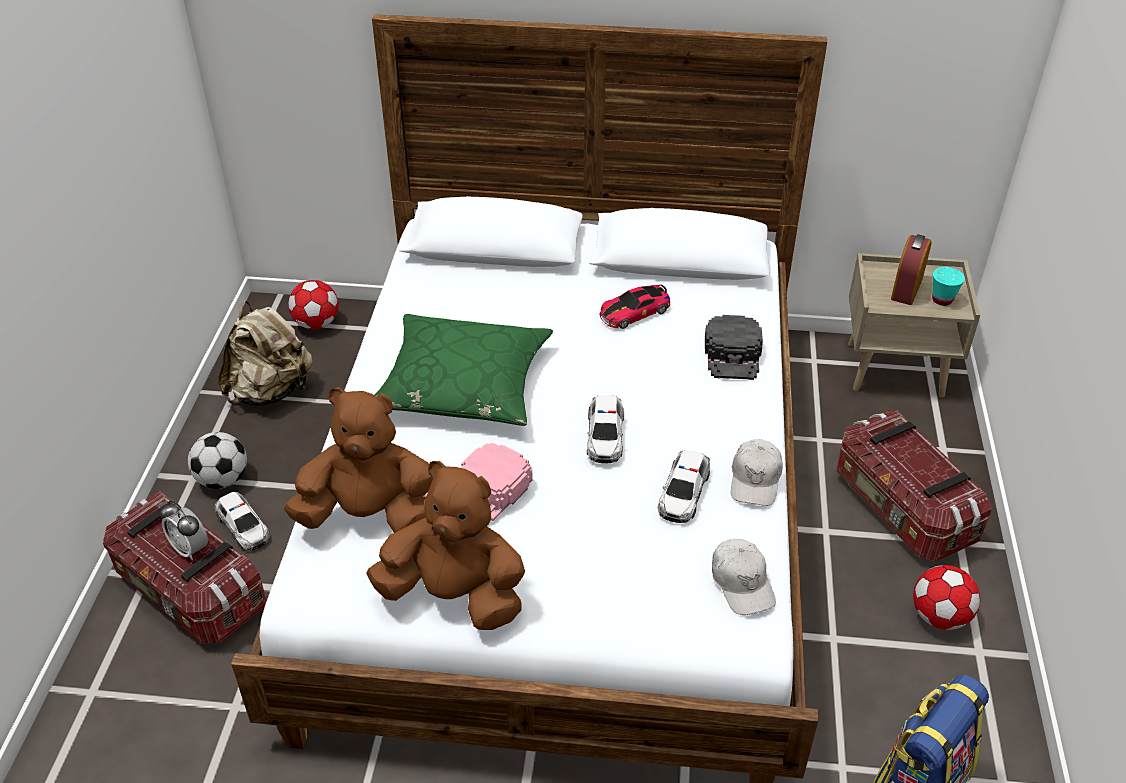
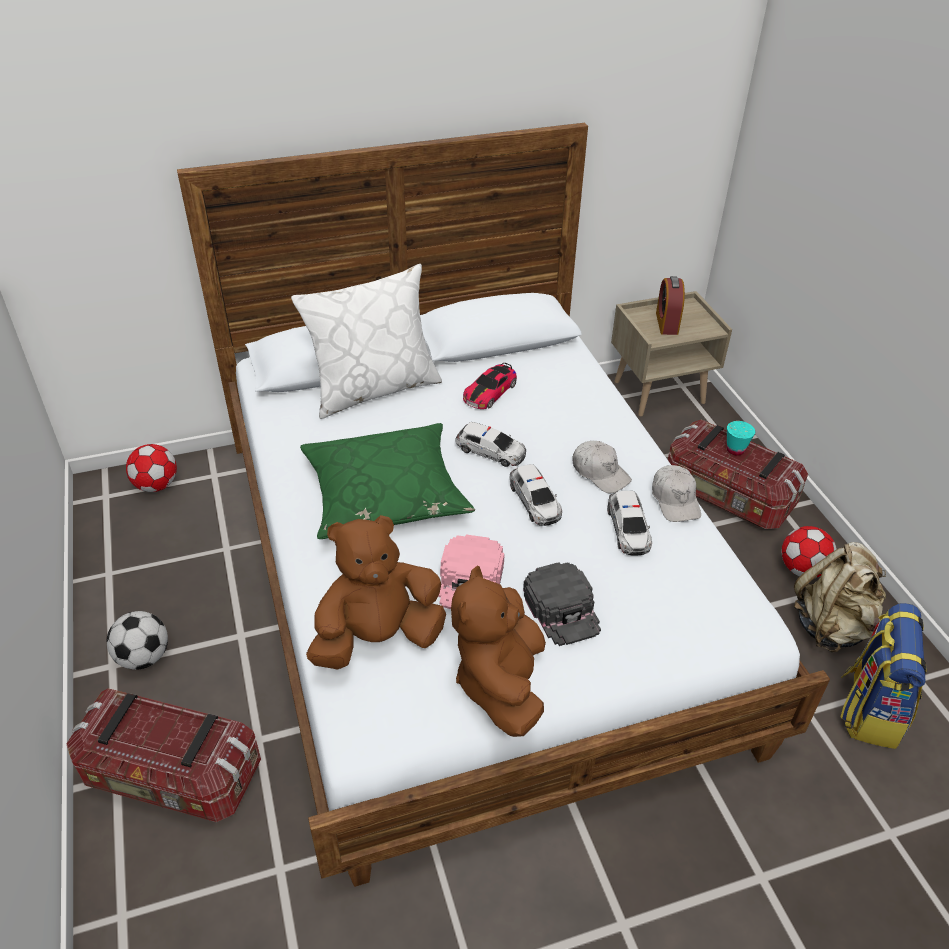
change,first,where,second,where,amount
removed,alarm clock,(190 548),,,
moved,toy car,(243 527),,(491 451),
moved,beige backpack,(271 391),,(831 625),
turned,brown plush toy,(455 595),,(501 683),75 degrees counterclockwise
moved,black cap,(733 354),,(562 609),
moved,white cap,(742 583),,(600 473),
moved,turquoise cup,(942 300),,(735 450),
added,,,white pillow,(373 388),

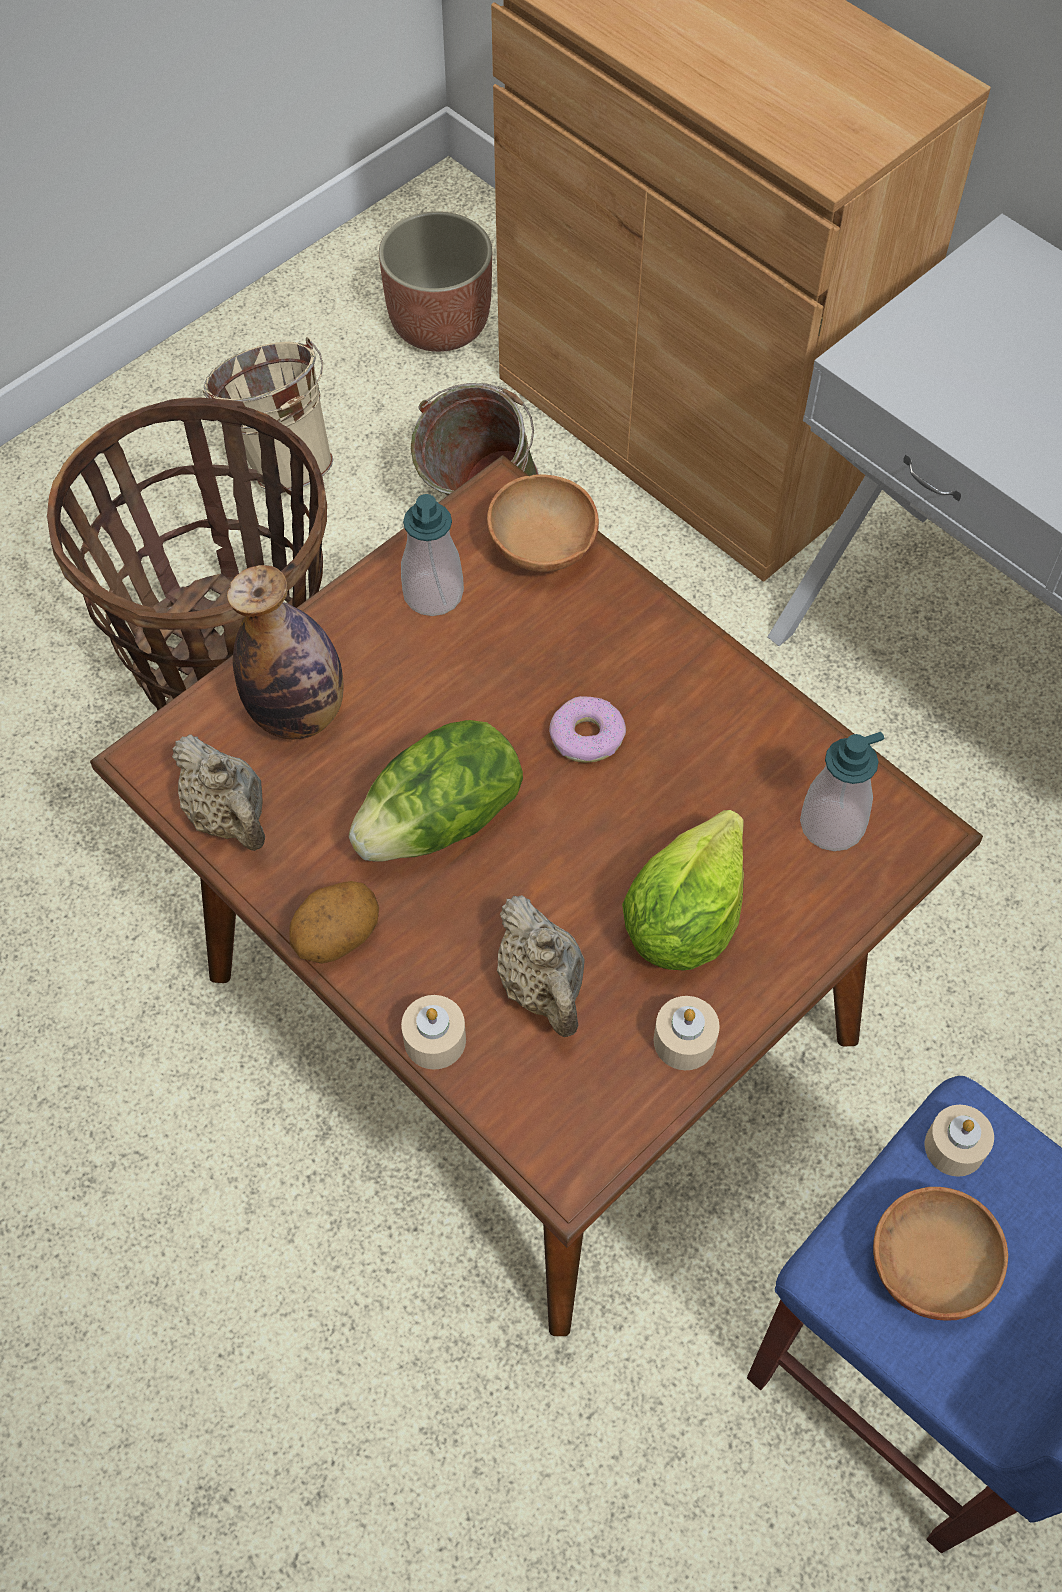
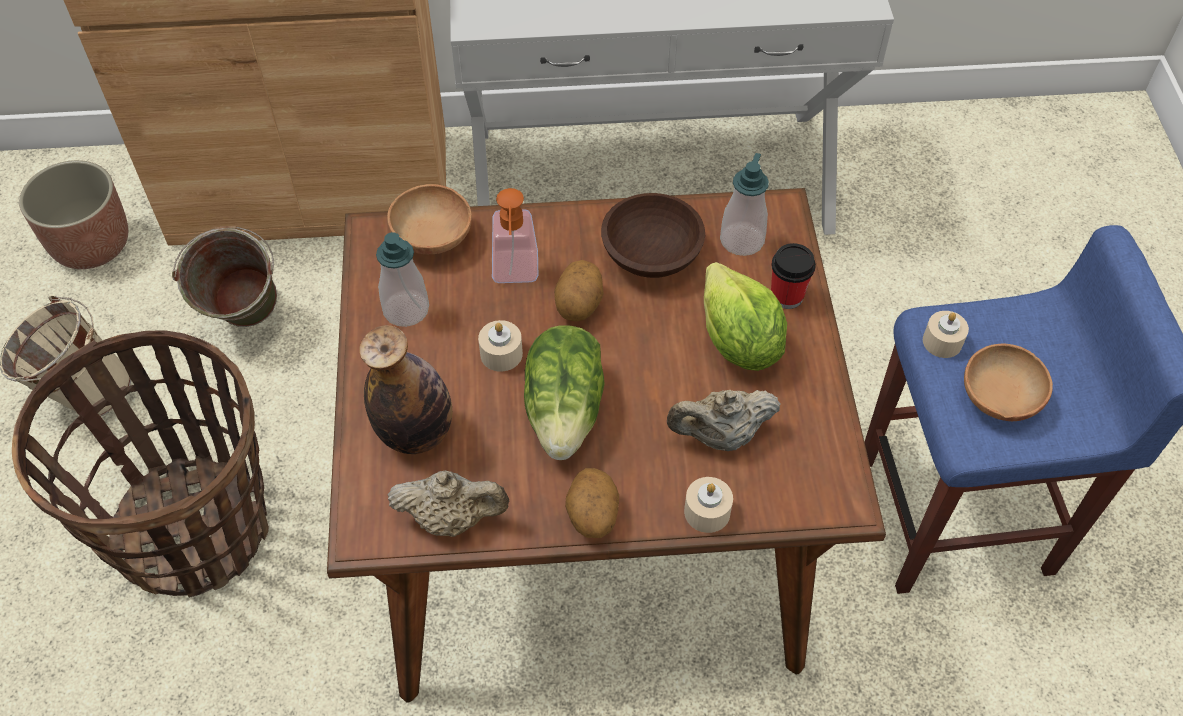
change,first,where,second,where,amount
turned,beige teapot,(543 986),,(720 436),150 degrees clockwise
replaced,donut,(586 736),potato,(579 305),
moved,beige candle,(684 1041),,(501 354),
added,,,soap dispenser,(515 275),
added,,,brown bowl,(653 255),
added,,,cup,(787 296),

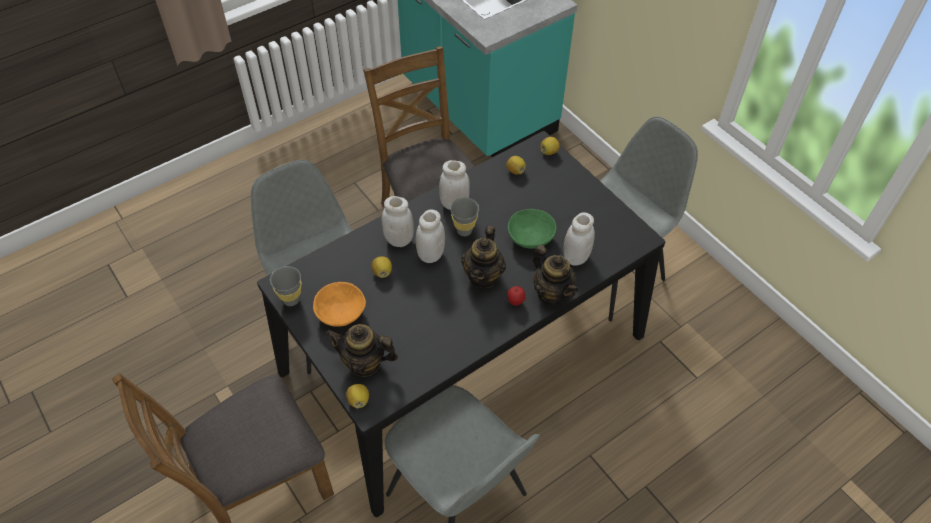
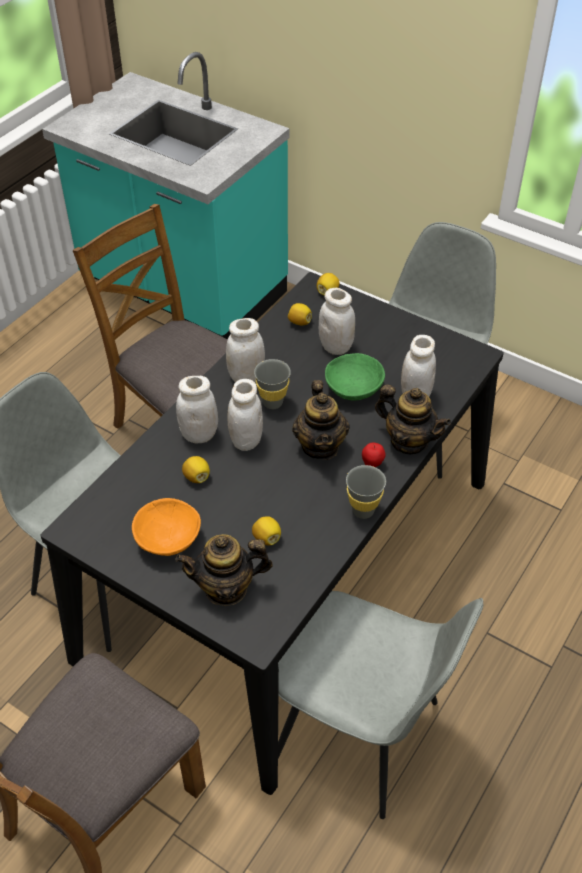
change,first,where,second,where,amount
moved,grey cup,(291 299),,(363 510),
moved,lemon,(358 400),,(267 538),
added,,,white jar,(336 347),

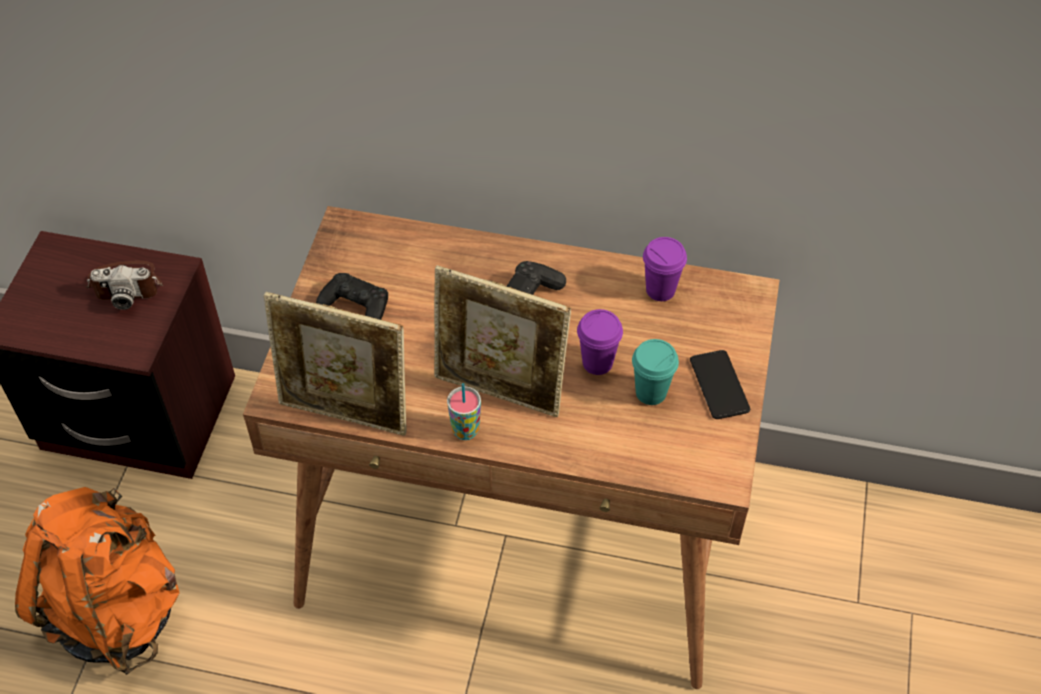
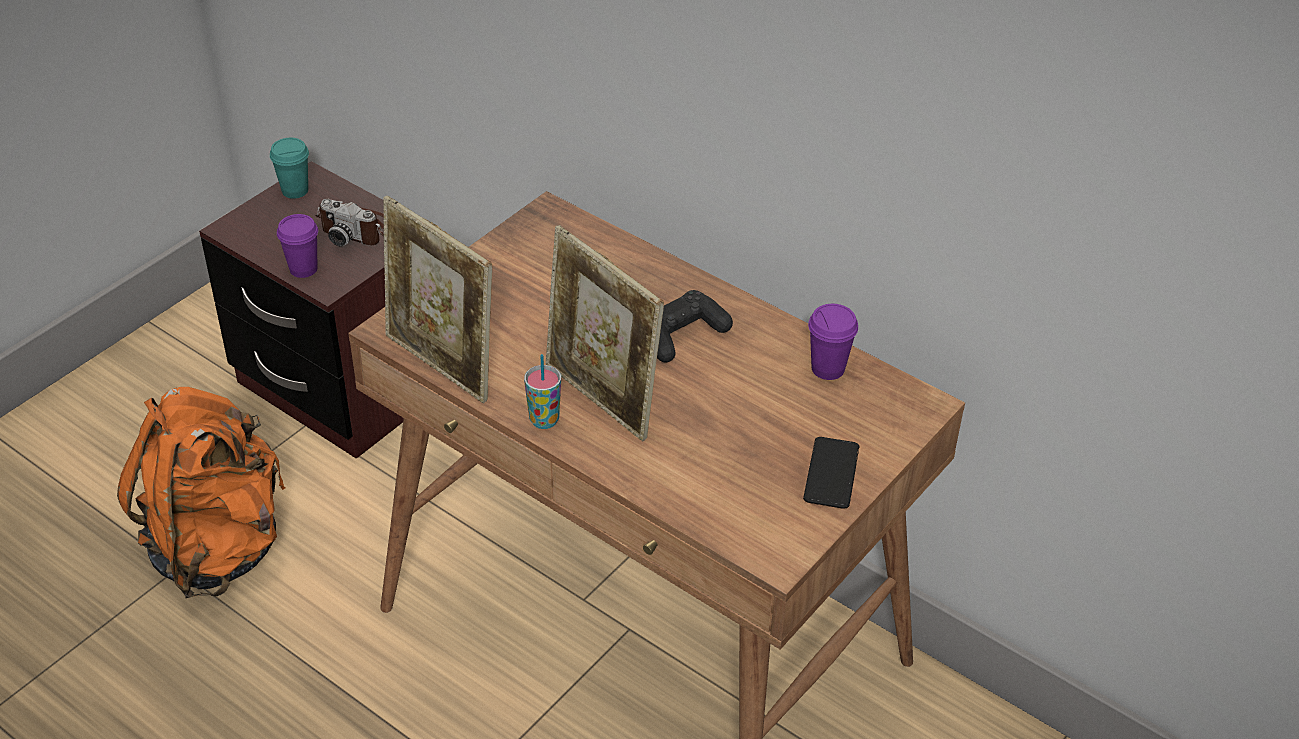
change,first,where,second,where,amount
removed,black game controller,(356 305),,,
moved,purple cup,(597 363),,(303 269),
moved,turquoise cup,(651 392),,(295 191),

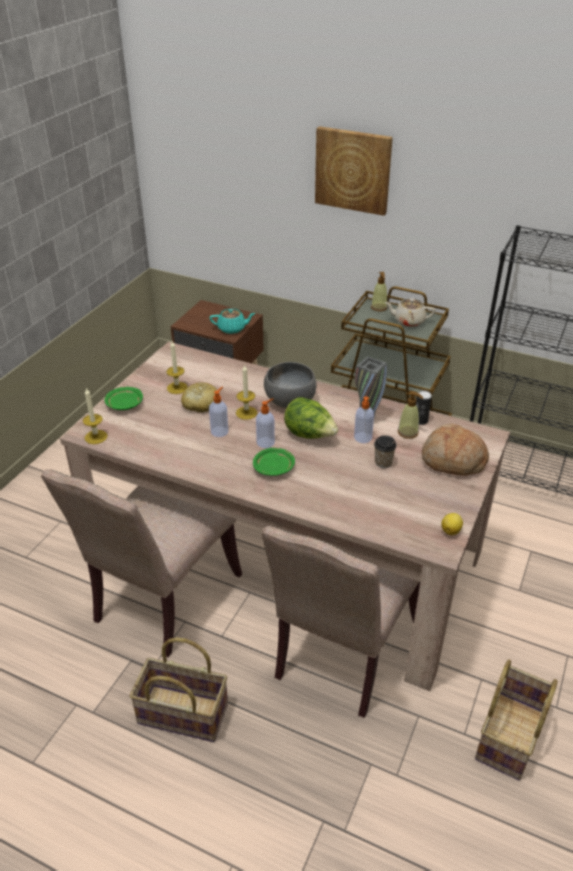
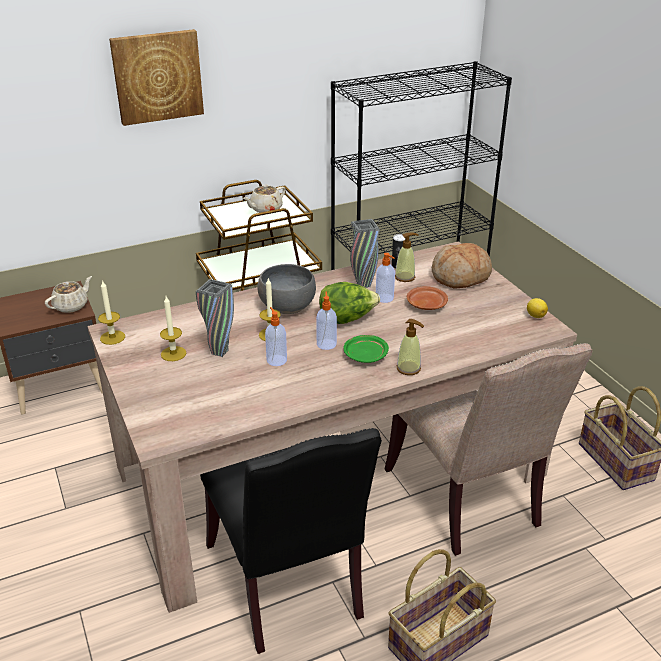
change,first,where,second,where,amount
recoloured,beige chair,(162 600),black chair,(289 584),
moved,candle,(96 437),,(112 337),
removed,green plate,(124 404),,,
replaced,bread,(200 404),grey vase,(220 352),
recoloured,turquoise teapot,(232 329),beige teapot,(71 306),
moved,soap dispenser,(379 307),,(408 368),
replaced,cup,(383 462),brown plate,(426 304),

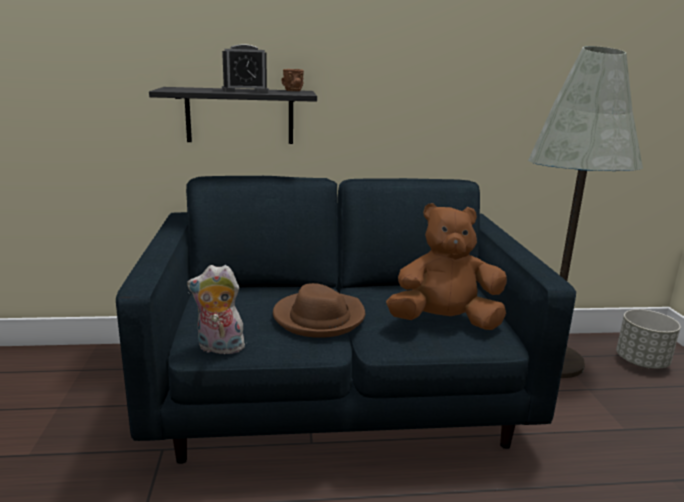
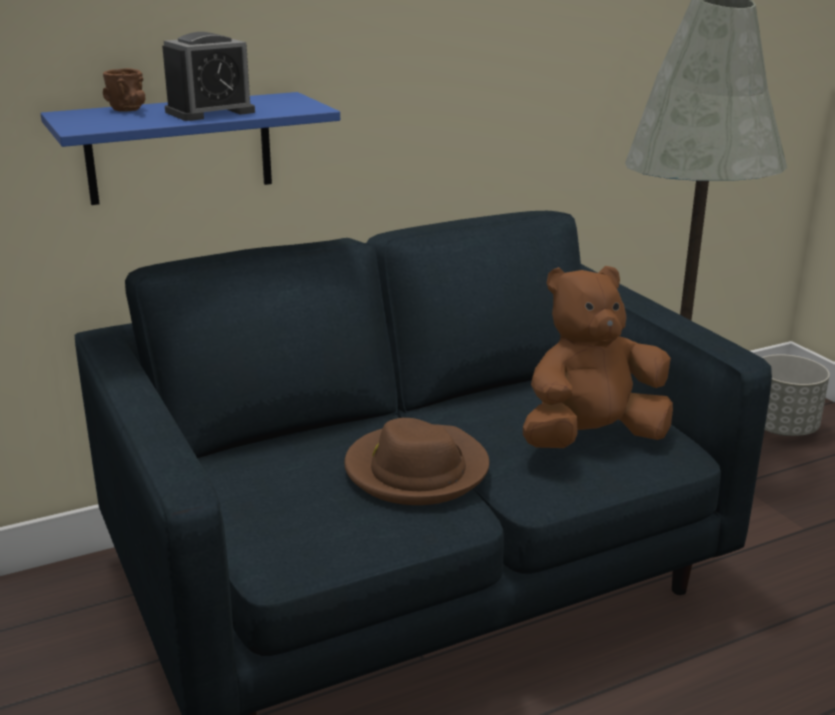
change,first,where,second,where,amount
recoloured,black shelf,(240 116),blue shelf,(180 148),
removed,plush toy,(219 348),,,
moved,brown mug,(295 91),,(133 110),

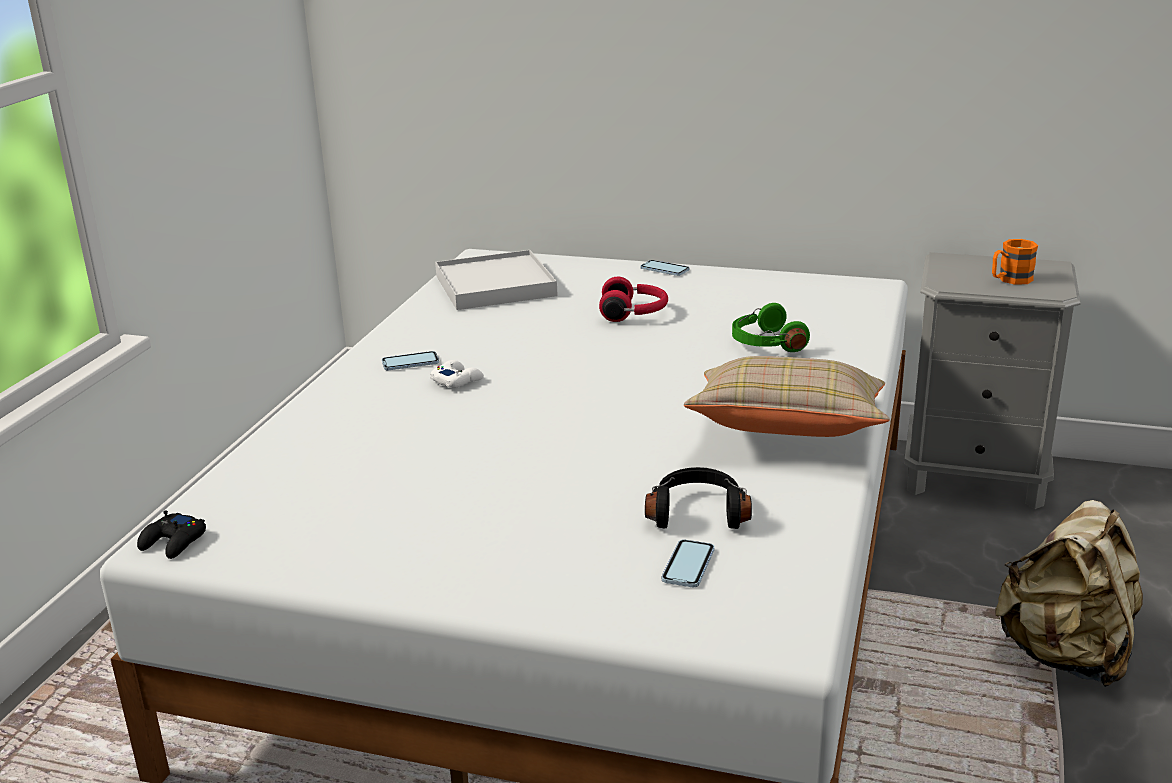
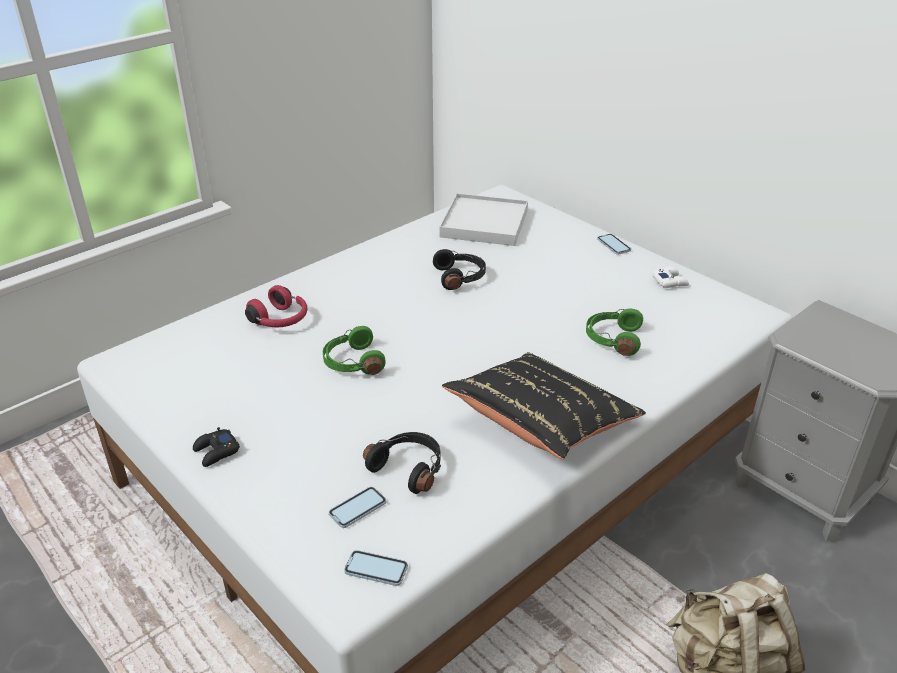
change,first,where,second,where,amount
moved,black game controller,(173 542),,(216 452),
moved,phone,(410 363),,(376 569),
moved,white game controller,(457 380),,(669 281),
moved,red headphones,(634 314),,(280 320),
recoloured,beige pillow,(787 431),black pillow,(541 425),
removed,orange mug,(1010 280),,,
added,,,green headphones,(352 363),
added,,,black headphones,(460 277),

